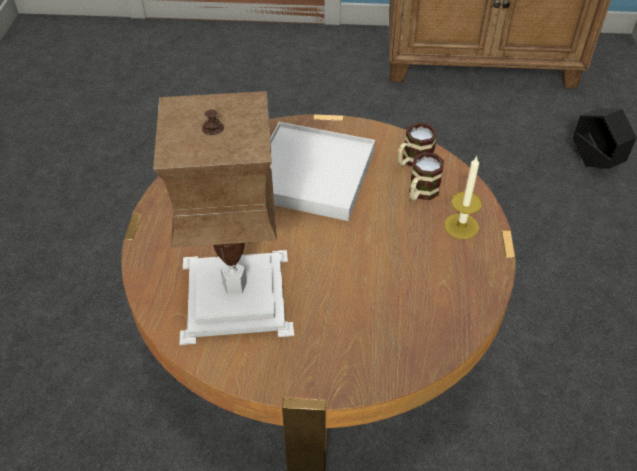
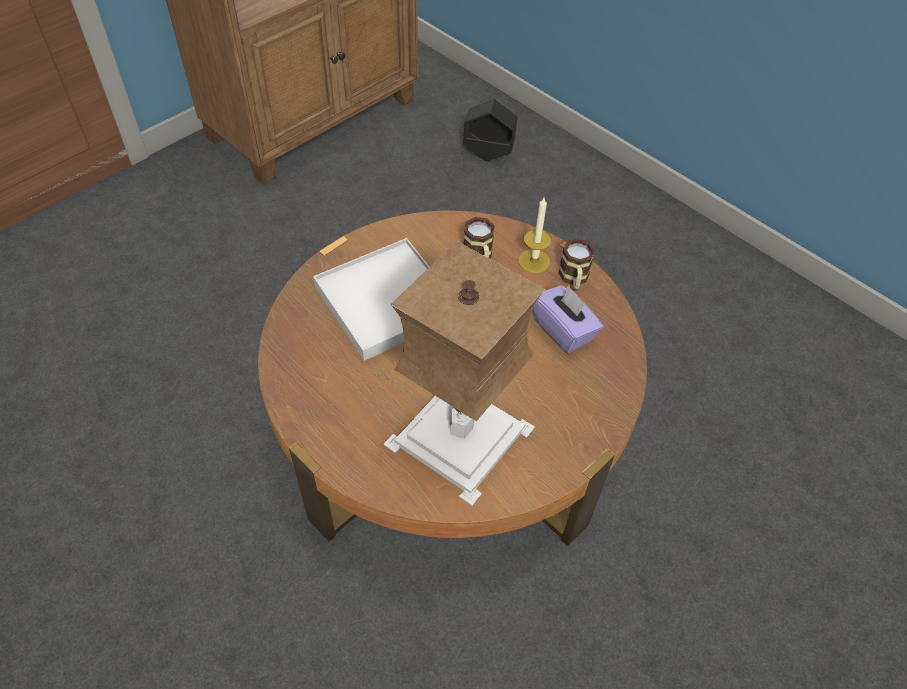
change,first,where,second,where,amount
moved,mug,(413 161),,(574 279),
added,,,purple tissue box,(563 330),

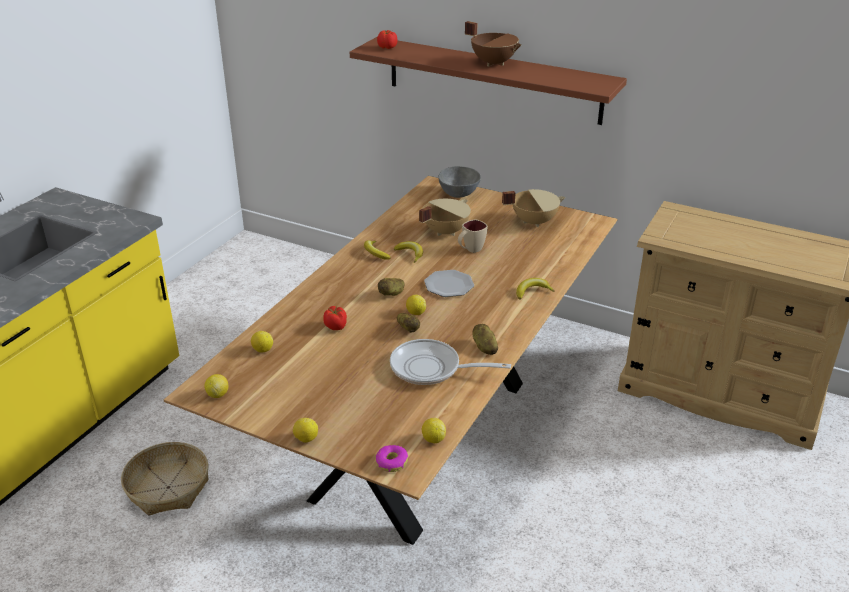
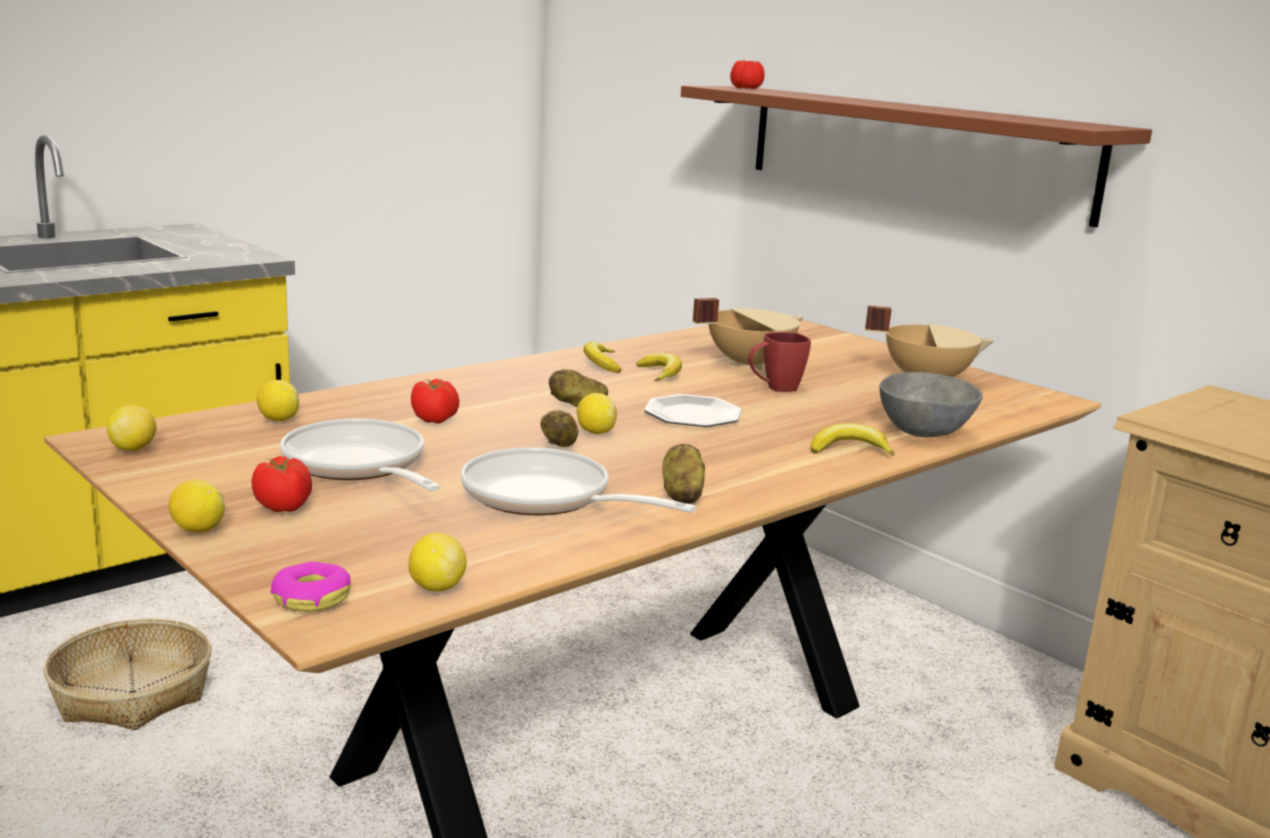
change,first,where,second,where,amount
moved,grey bowl,(459 193),,(925 431),
recoloured,beige mug,(470 250),red mug,(774 388),
removed,brown cooking pot,(494 63),,,
added,,,tomato,(283 507),
added,,,frying pan,(358 466),

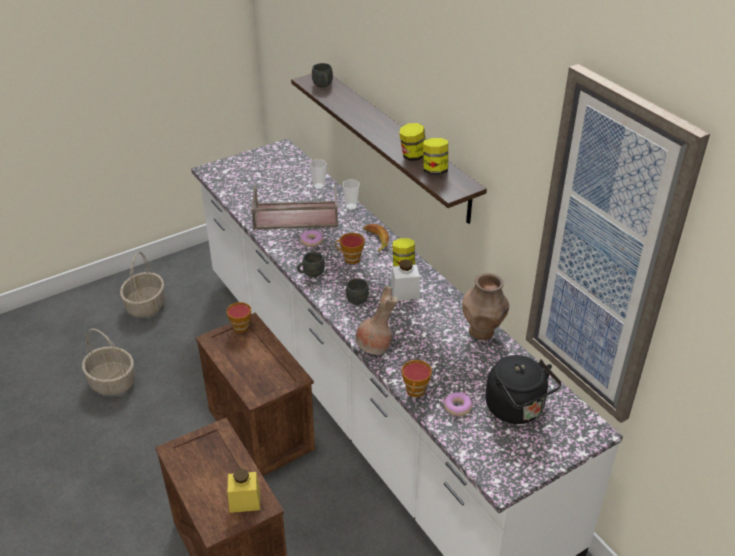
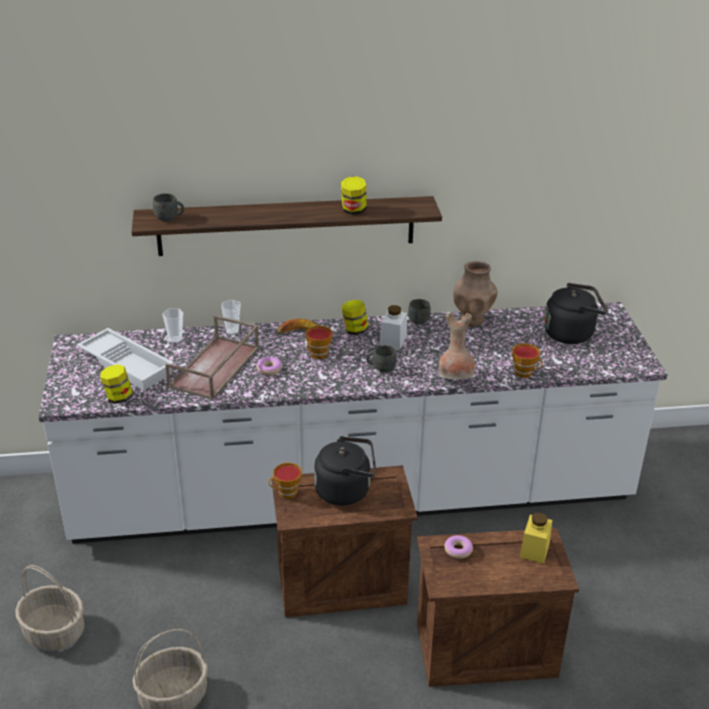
change,first,where,second,where,amount
moved,grey mug,(311 274),,(418 322),
moved,jar,(435 170),,(118 398),
moved,donut,(457 407),,(458 550),
removed,picture,(605 253),,,
added,,,white tray,(128 364),
added,,,black kettle,(346 490),

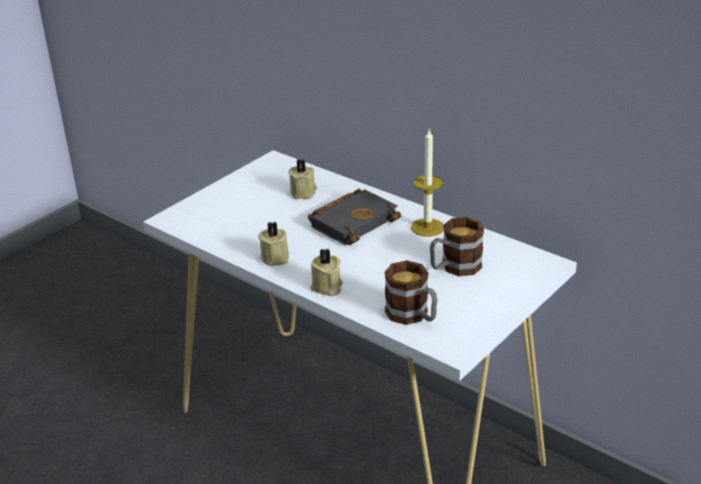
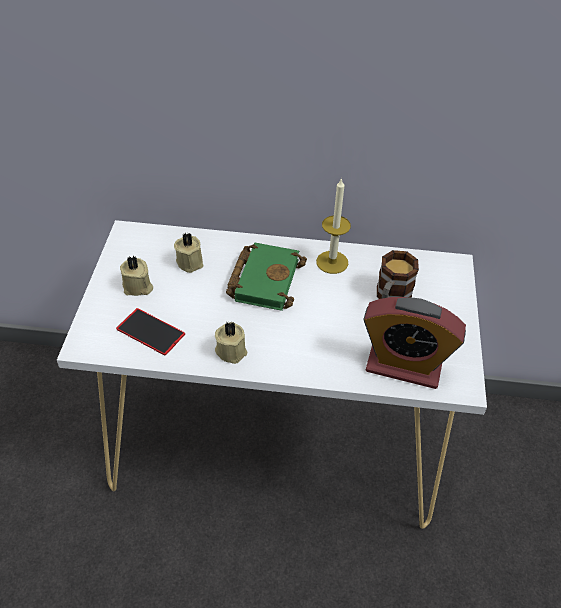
change,first,where,second,where,amount
recoloured,black book,(353 221),green book,(264 279),
moved,beige candle,(327 287),,(138 287),
replaced,mug,(413 316),alarm clock,(404 366),
added,,,phone,(150 331),

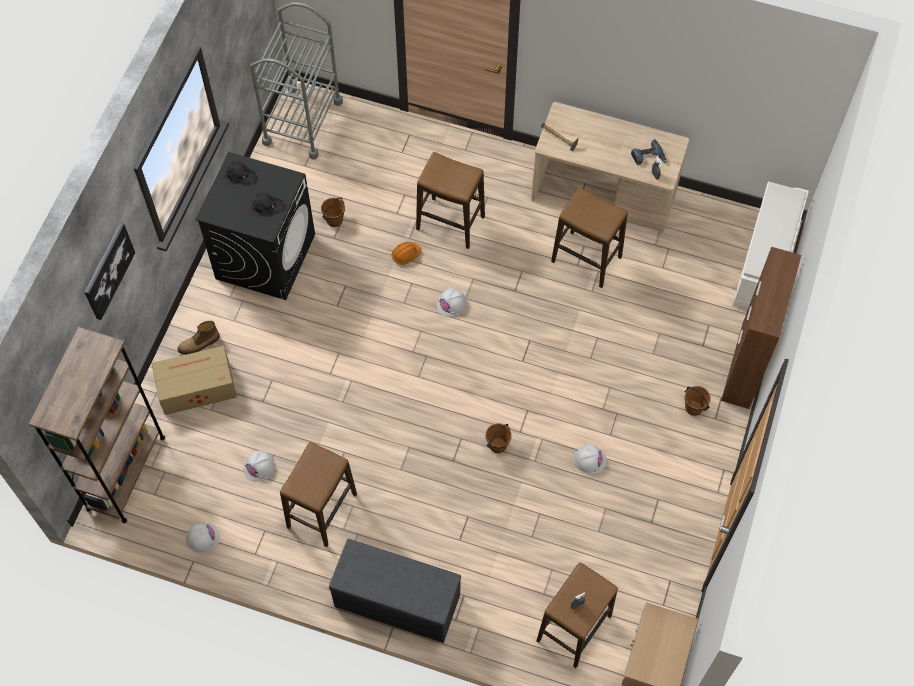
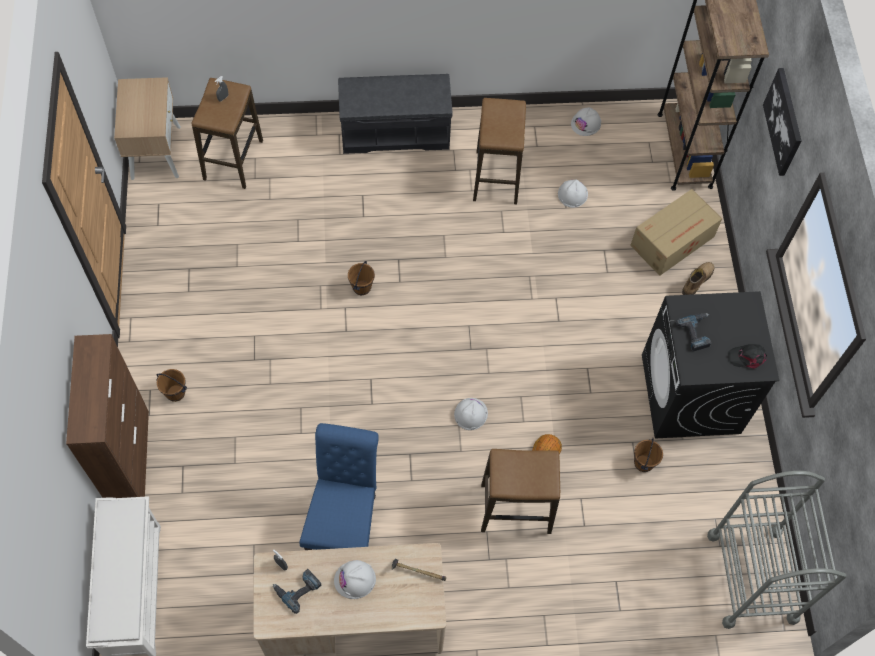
change,first,where,second,where,amount
replaced,black cap,(267 205),power drill,(697 333),
replaced,stool,(586 259),blue chair,(345 521),
moved,white hard hat,(589 459),,(355 580),

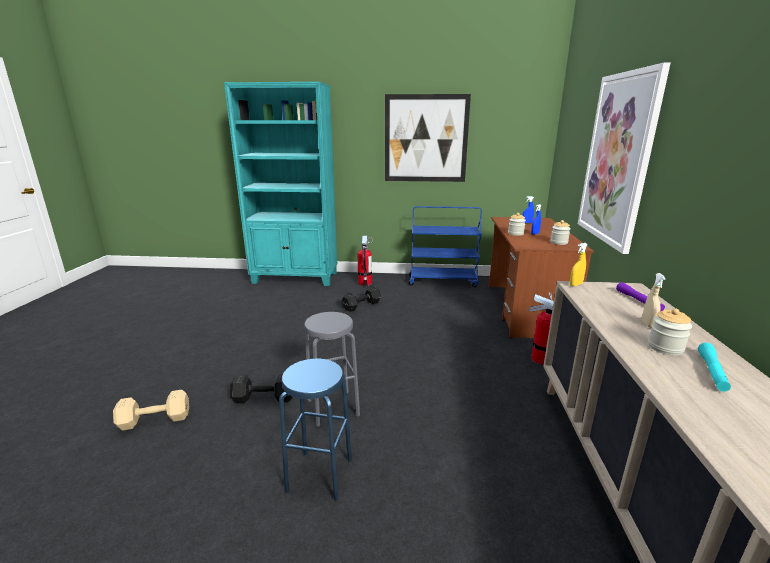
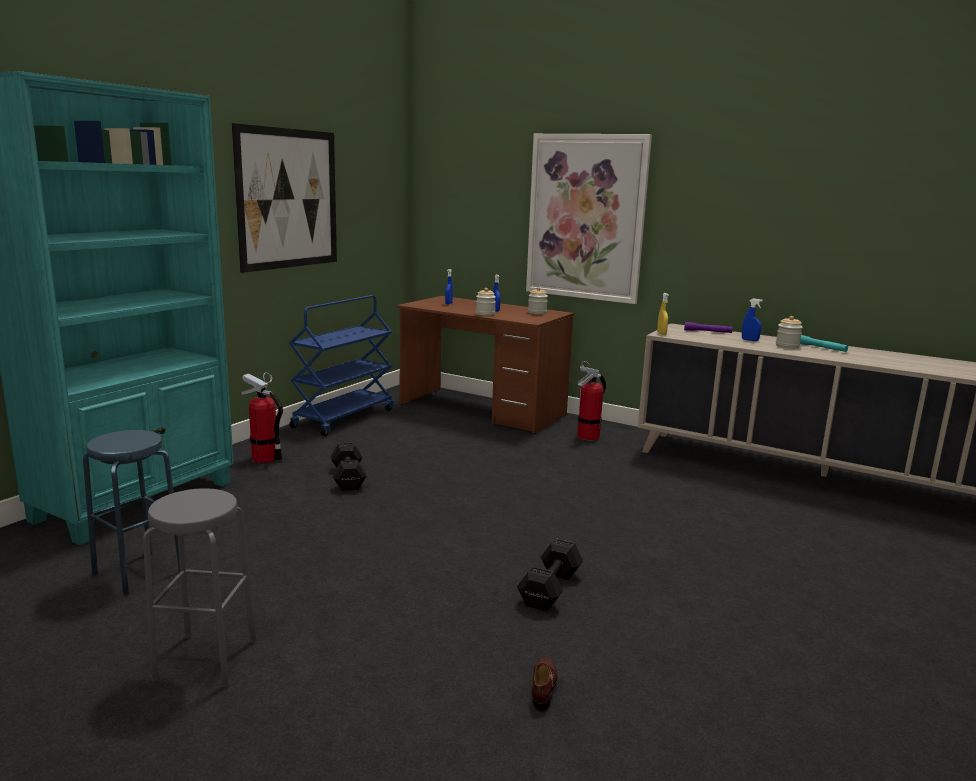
change,first,where,second,where,amount
replaced,beige dumbbell,(153 420),brown shoe,(543 687),
moved,blue stool,(320 475),,(138 572),
moved,grey stool,(333 407),,(205 659),
recoloured,beige spray bottle,(648 324),blue spray bottle,(750 340),

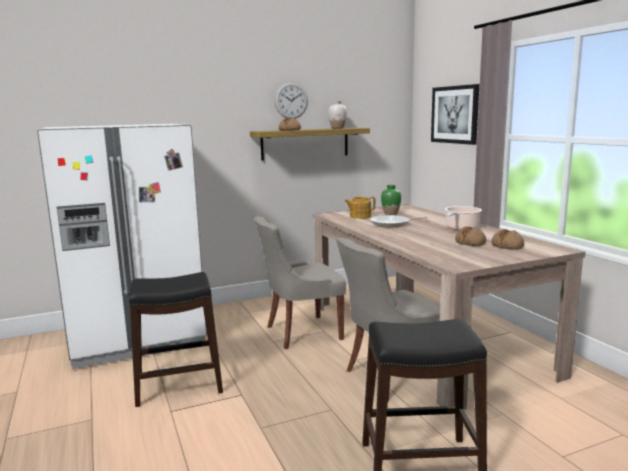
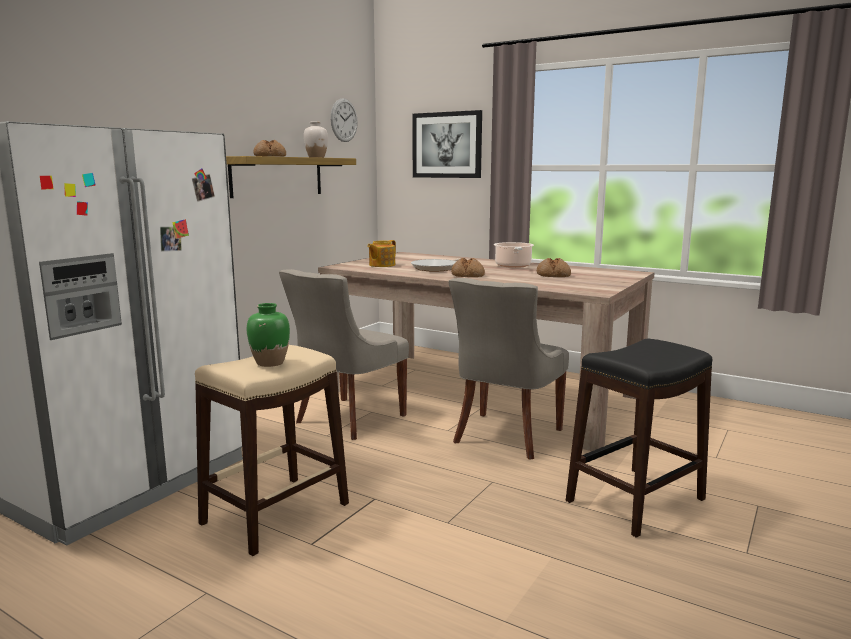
change,first,where,second,where,amount
recoloured,black stool,(178 385),beige stool,(274 513),
moved,wall clock,(291 100),,(344 120),
moved,green vase,(391 213),,(270 363),
moved,bread,(507 246),,(467 275),

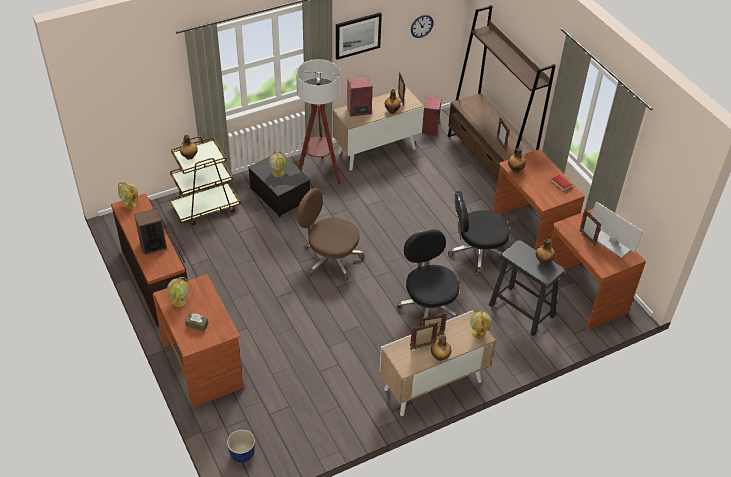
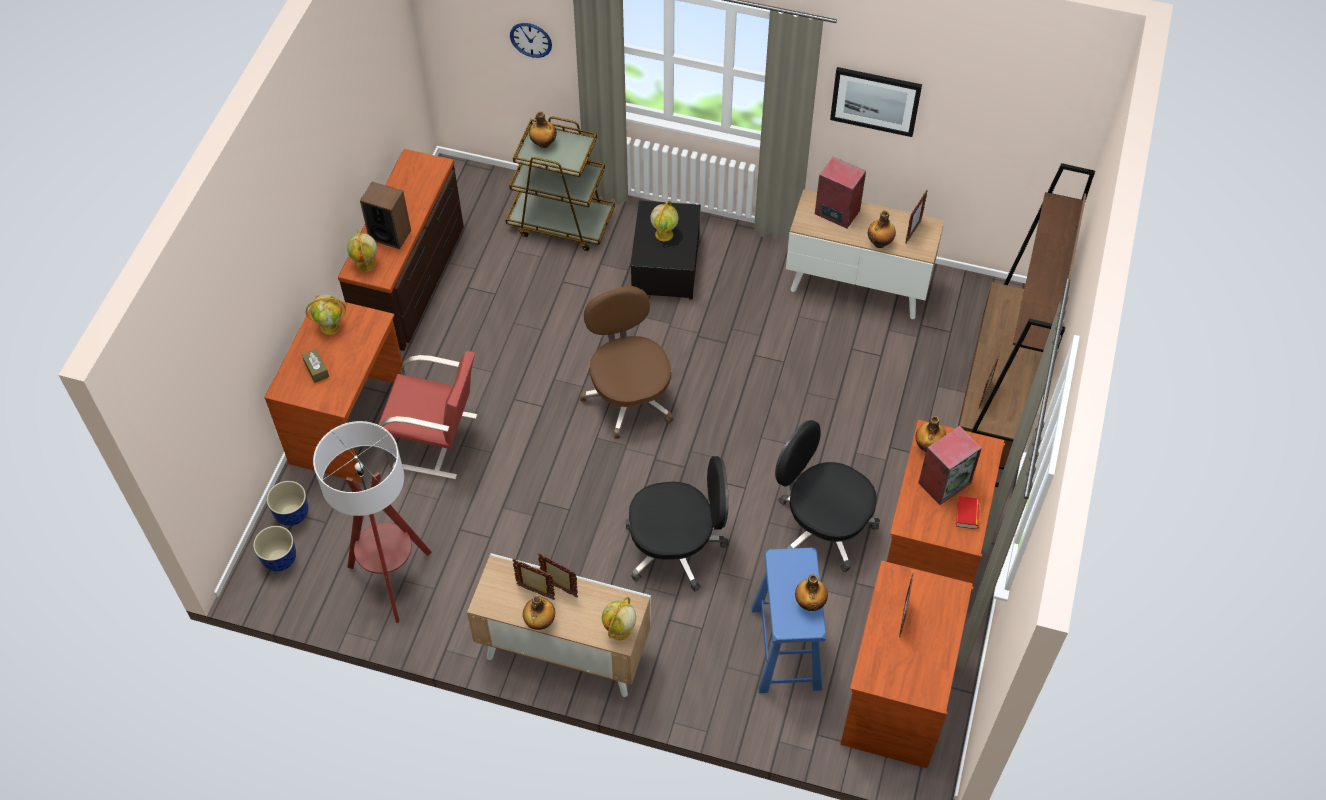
change,first,where,second,where,amount
moved,globe,(130 204),,(366 264),
moved,floor lamp,(319 173),,(392 579),
turned,black office chair,(428 305),,(676 548),60 degrees clockwise
moved,wall clock,(421 26),,(531 39),
moved,speaker,(430 127),,(944 482),
recoloured,black stool,(521 310),blue stool,(786 647),
removed,monitor,(611 243),,,
added,,,planter,(293 515),
added,,,red chair,(436 441),

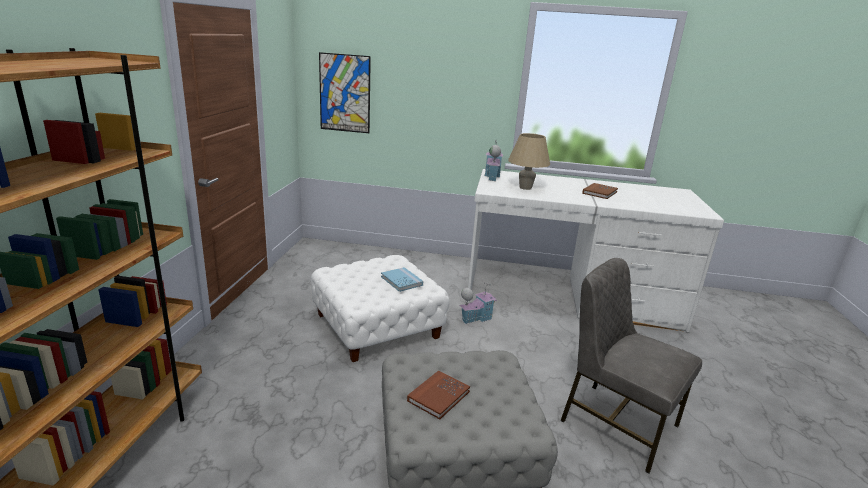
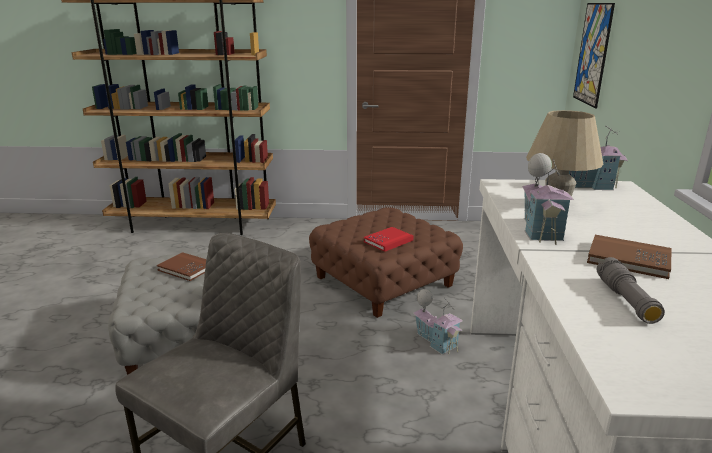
change,first,where,second,where,amount
recoloured,white ottoman,(377 325),brown ottoman,(384 281),
recoloured,blue book,(401 281),red book,(388 241),
added,,,toy house,(540 230),
added,,,grey flashlight,(626 300),

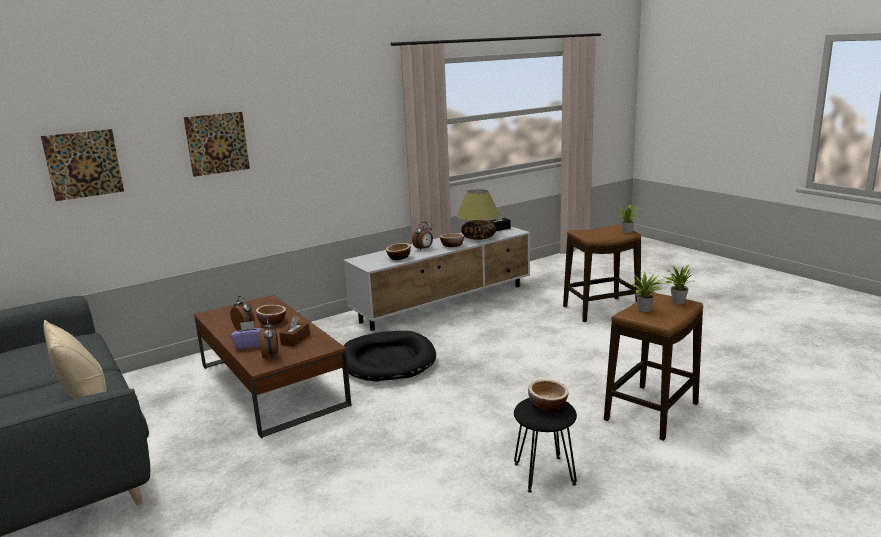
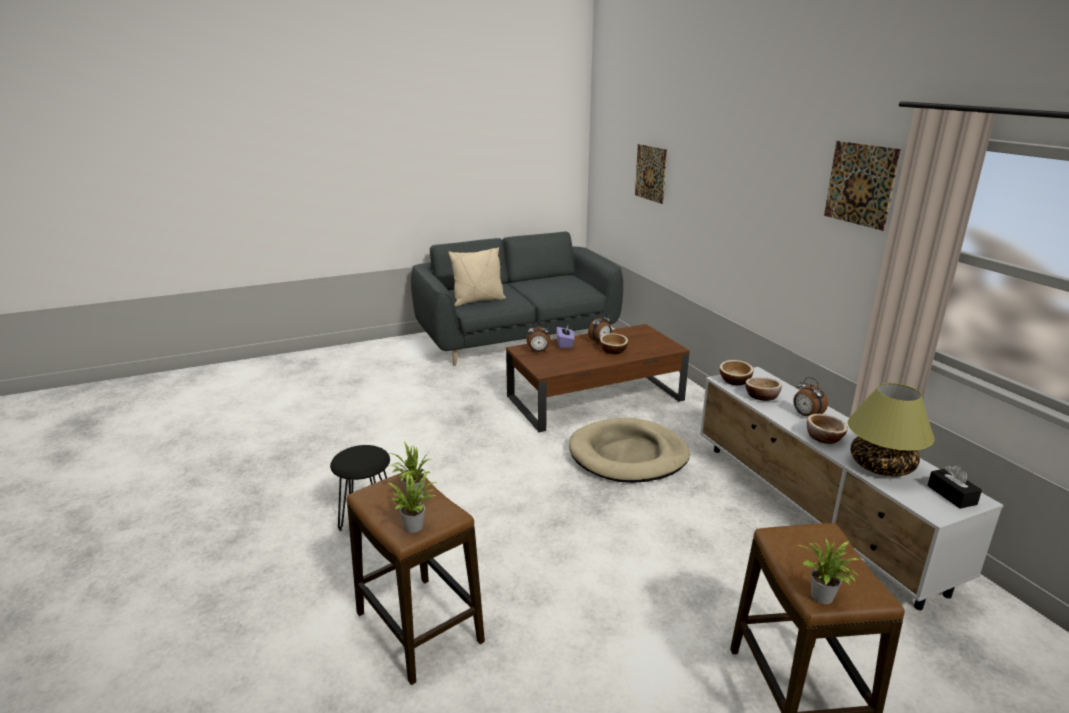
change,first,where,second,where,amount
moved,picture,(217 143),,(860 184),
removed,brown tissue box,(295 339),,,
recoloured,black dog bed,(387 360),beige dog bed,(628 455),
moved,bowl,(547 405),,(734 381),

